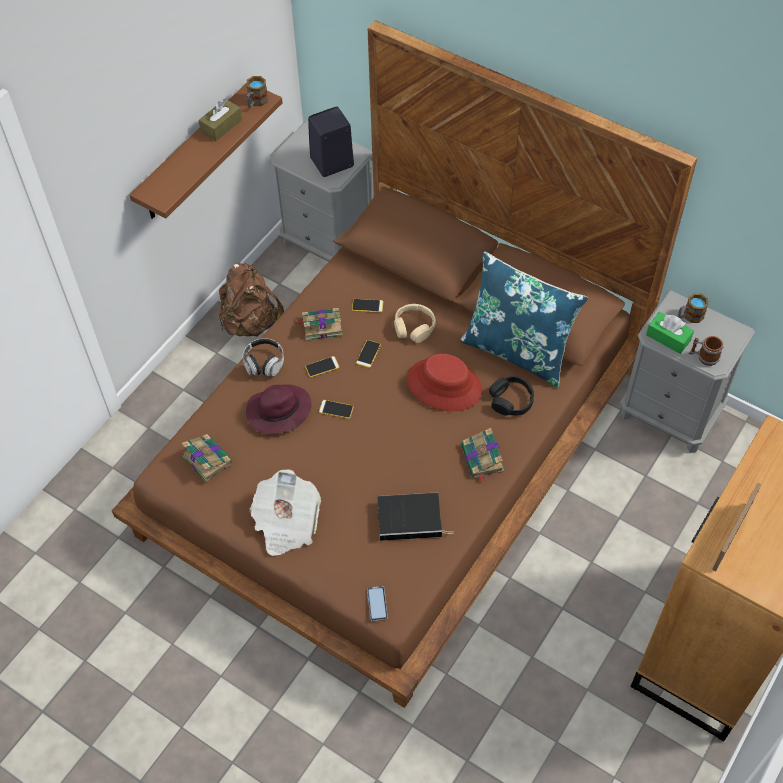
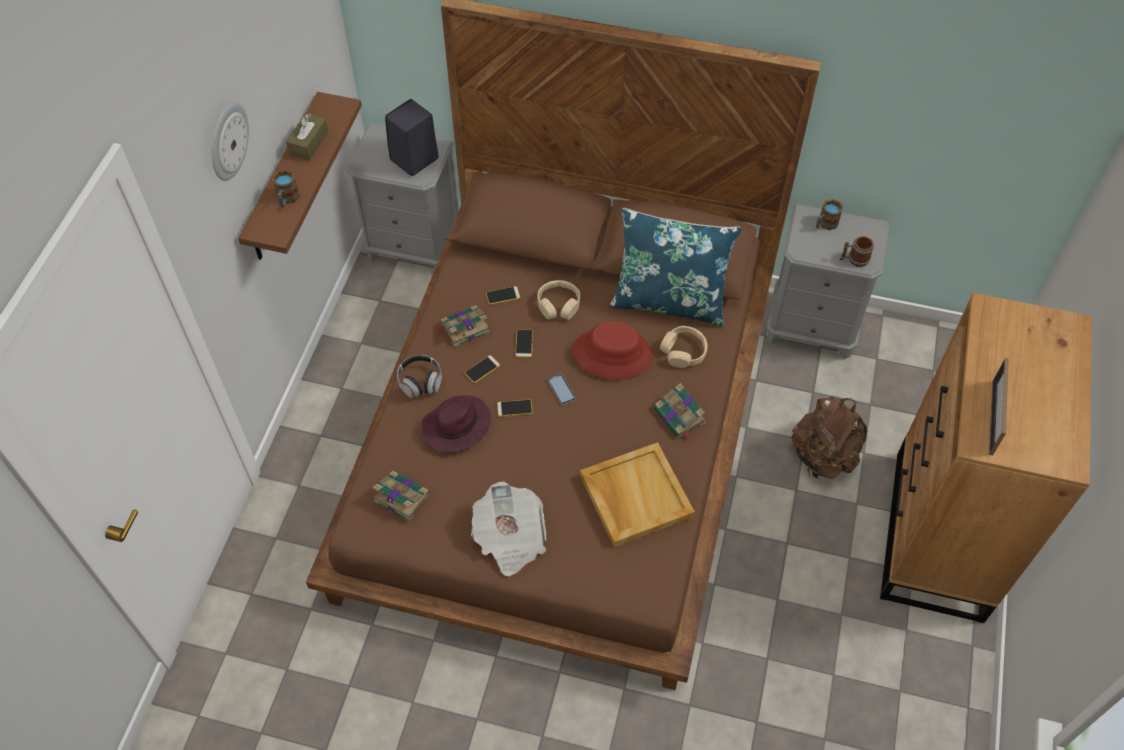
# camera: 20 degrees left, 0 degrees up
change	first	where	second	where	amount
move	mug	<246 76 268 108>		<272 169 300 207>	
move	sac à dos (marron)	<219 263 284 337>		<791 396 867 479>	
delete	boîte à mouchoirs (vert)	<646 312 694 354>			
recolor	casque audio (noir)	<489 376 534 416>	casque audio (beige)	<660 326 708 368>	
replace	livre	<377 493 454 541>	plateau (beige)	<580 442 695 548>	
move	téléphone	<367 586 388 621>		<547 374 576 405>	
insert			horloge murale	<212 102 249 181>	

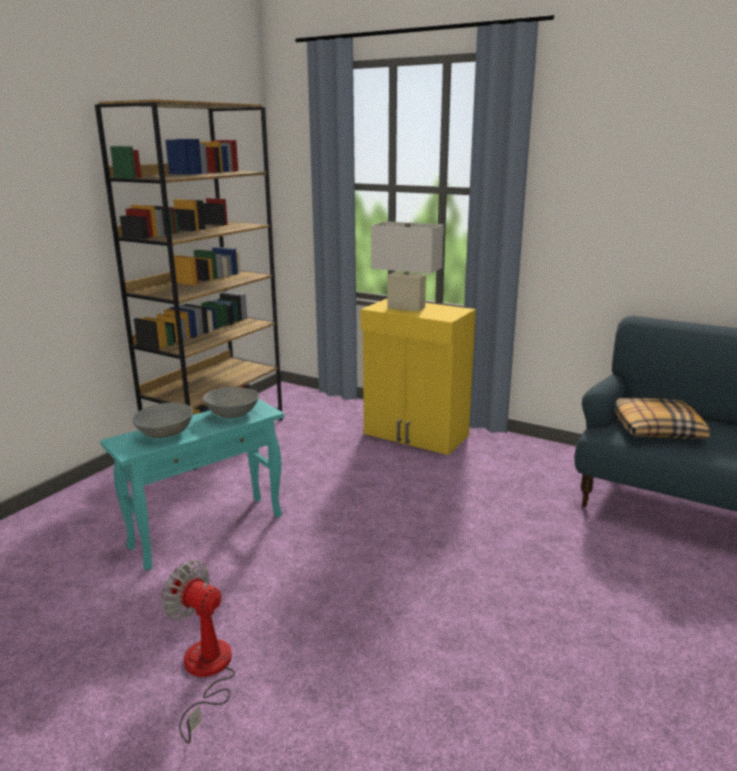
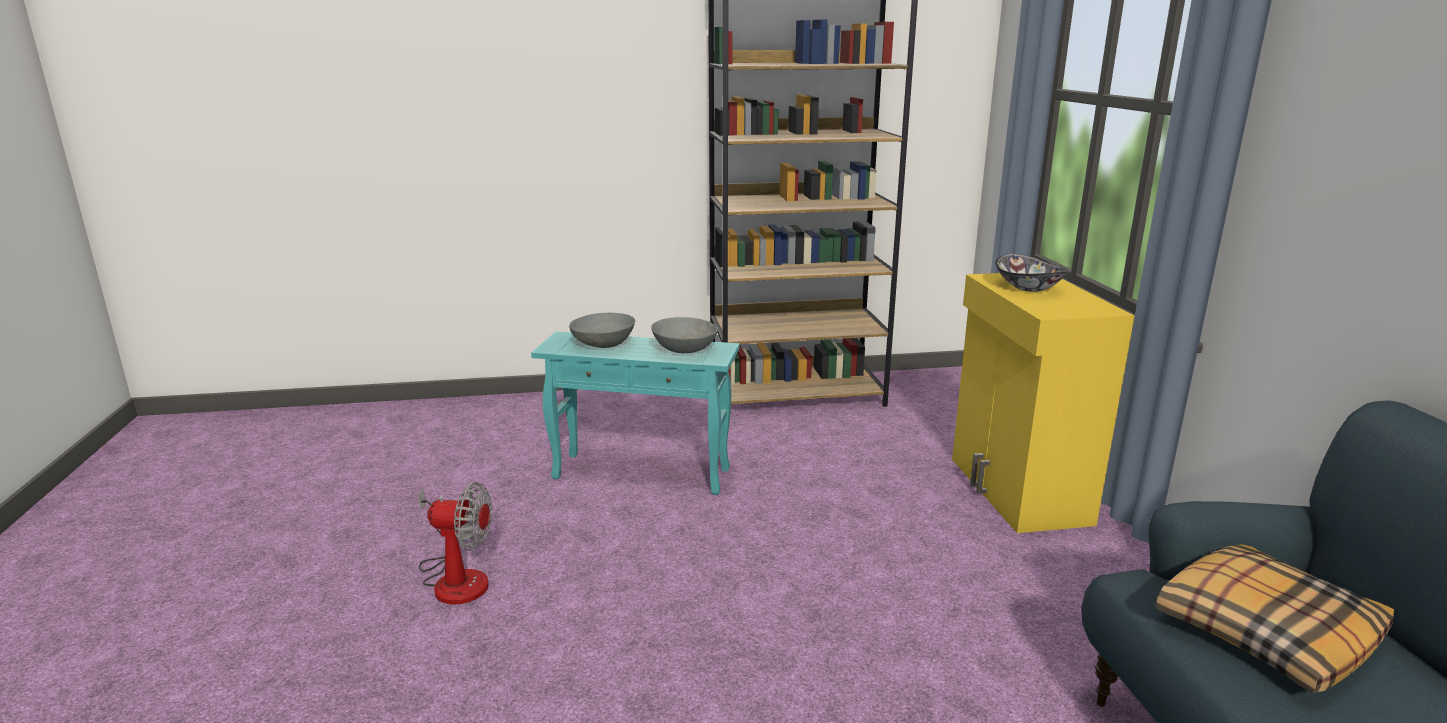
# camera: 50 degrees right, 0 degrees up
change	first	where	second	where	amount
replace	lampe de table (blanc)	<371 221 444 312>	bol	<995 254 1069 292>	
rotate	ventilateur	<161 560 235 744>		<418 482 492 605>	105 degrees clockwise

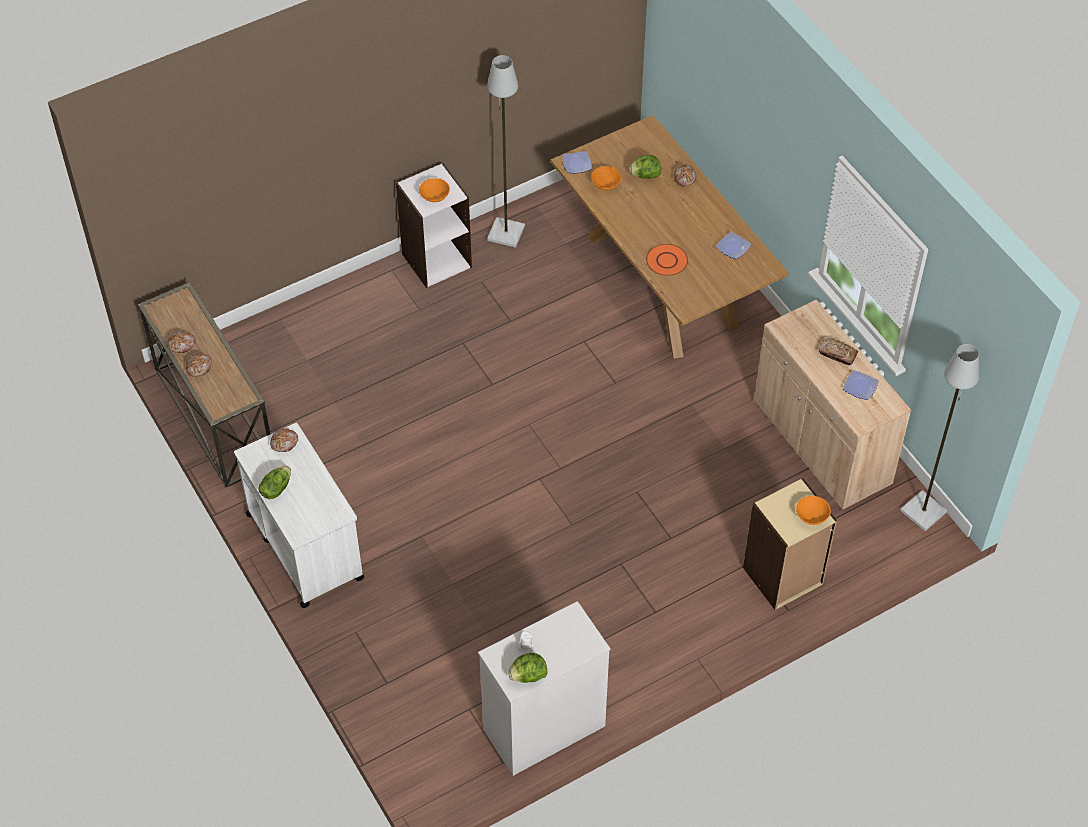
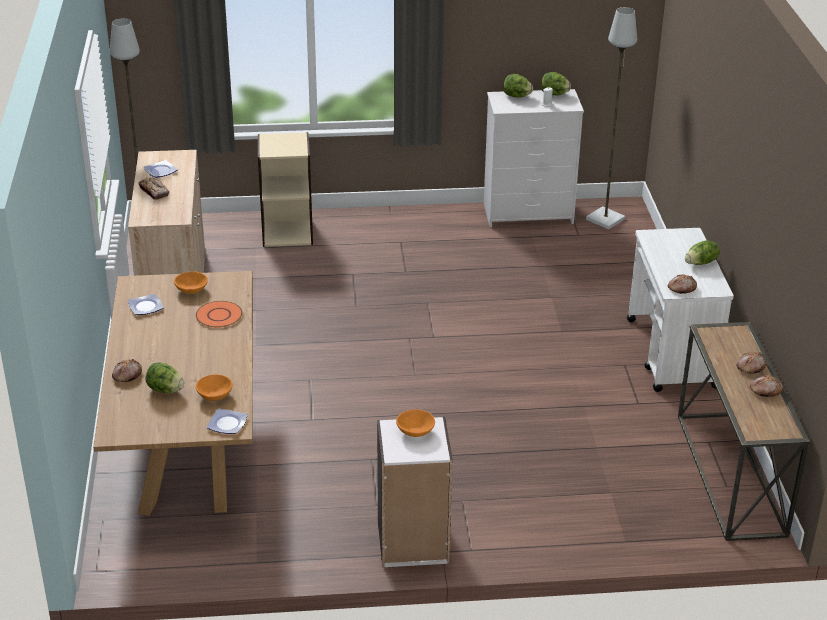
# camera: 155 degrees left, 20 degrees down
change	first	where	second	where	amount
move	lampadaire (gris)	<487 55 525 248>		<586 7 637 229>	
move	bol (orange)	<796 496 831 525>		<174 271 208 294>	
insert			laitue	<504 74 533 98>	

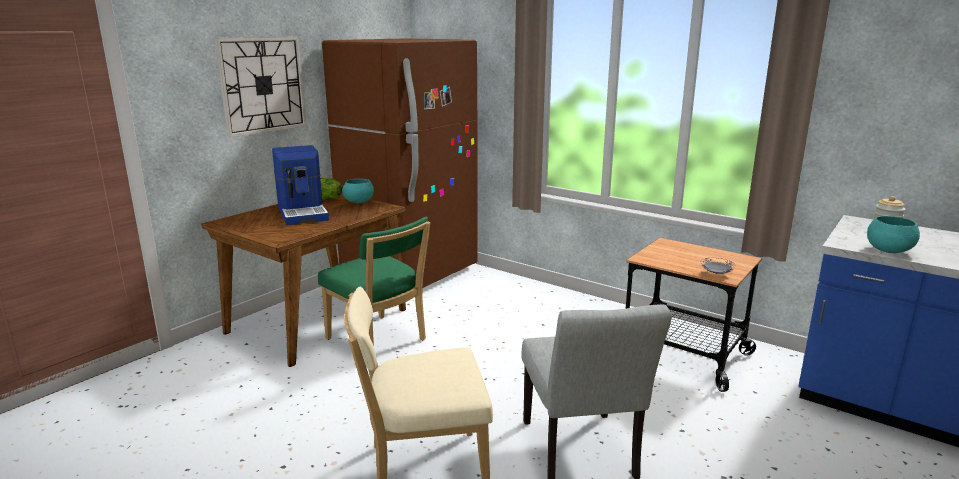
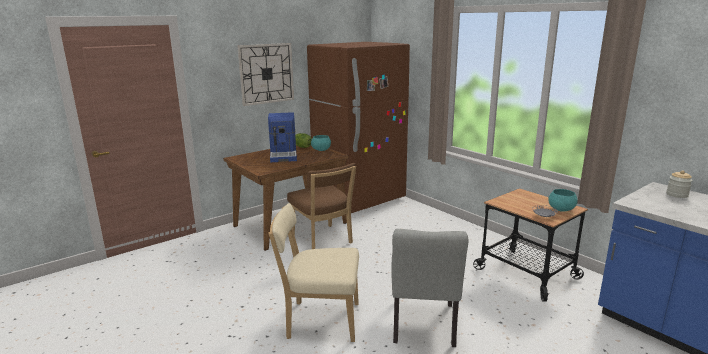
# camera: 15 degrees right, 0 degrees up
change	first	where	second	where	amount
move	bol (turquoise)	<867 216 920 253>		<548 189 578 212>	
recolor	chaise (vert)	<318 217 430 346>	chaise (marron)	<287 163 356 249>	

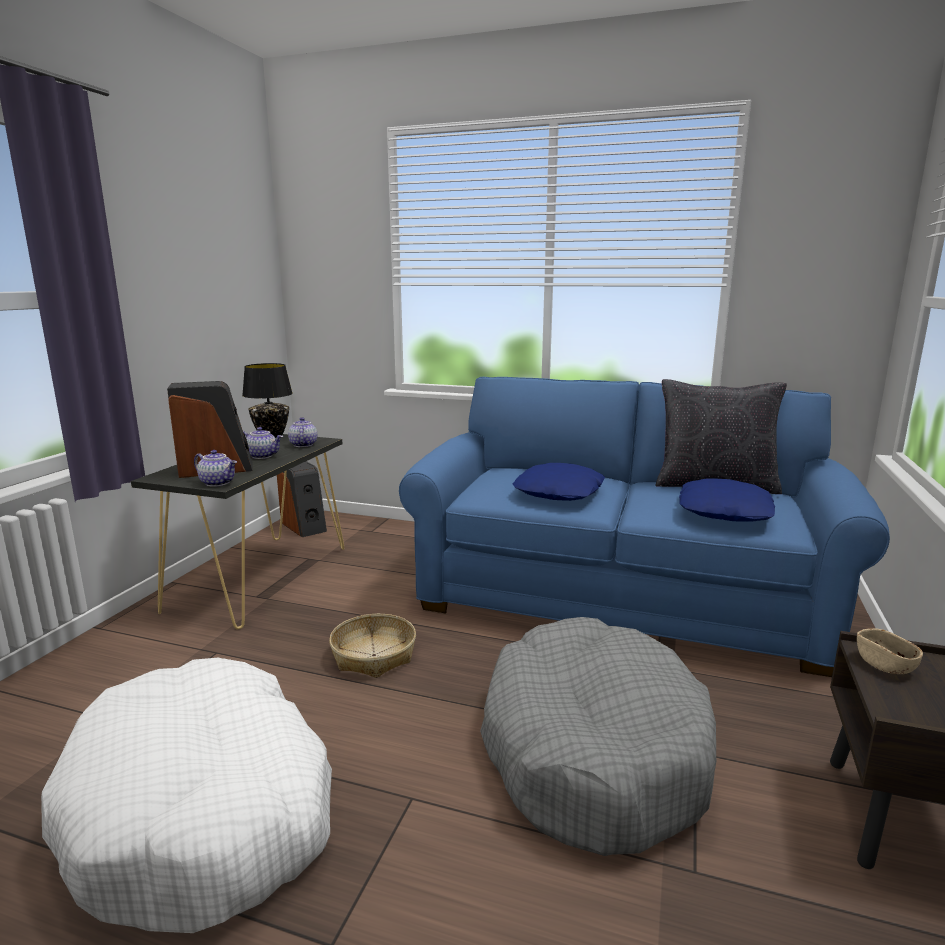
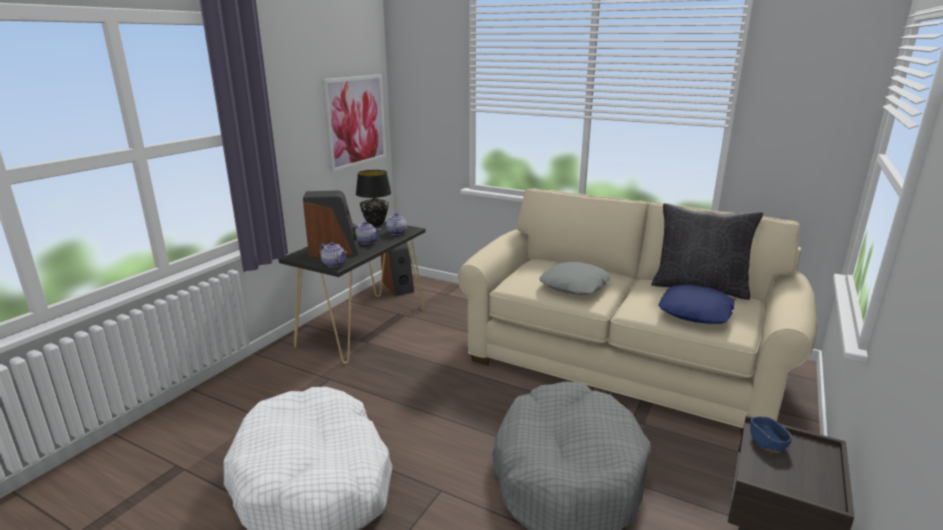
# camera: 10 degrees right, 5 degrees up
change	first	where	second	where	amount
recolor	canapé (bleu)	<399 377 890 677>	canapé (beige)	<458 189 817 437>	
recolor	coussin (bleu)	<513 463 605 501>	coussin (gris)	<539 262 611 295>	
delete	panier	<329 614 416 678>			
recolor	bol (beige)	<857 628 923 674>	bol (bleu)	<750 416 792 451>	
insert			tableau	<322 74 386 173>	

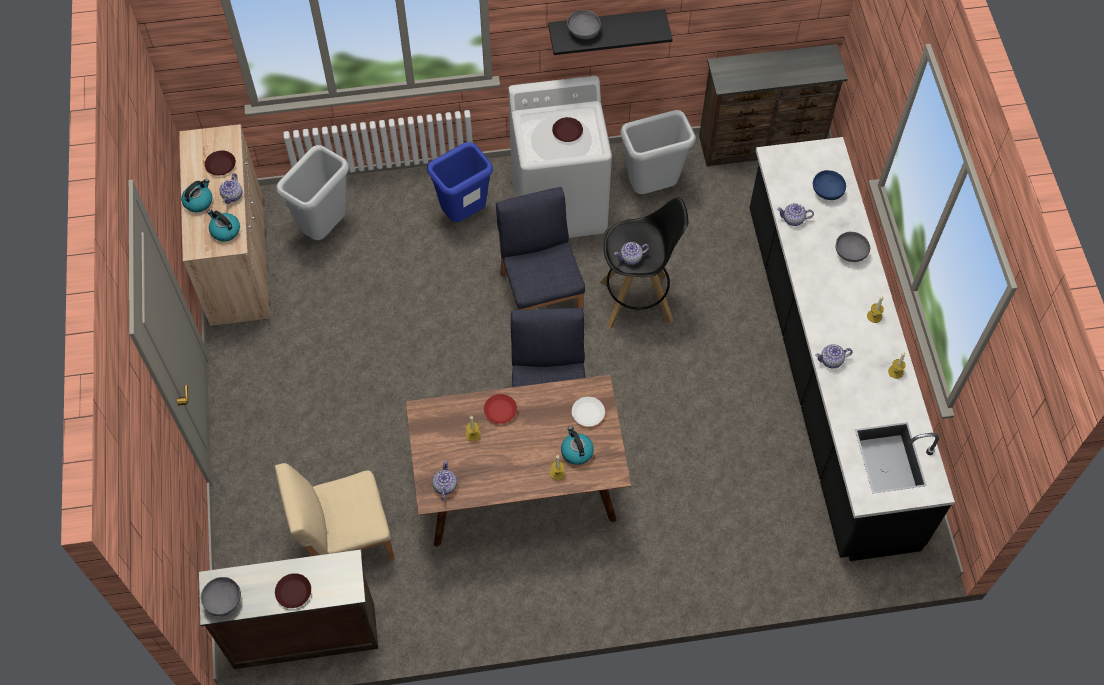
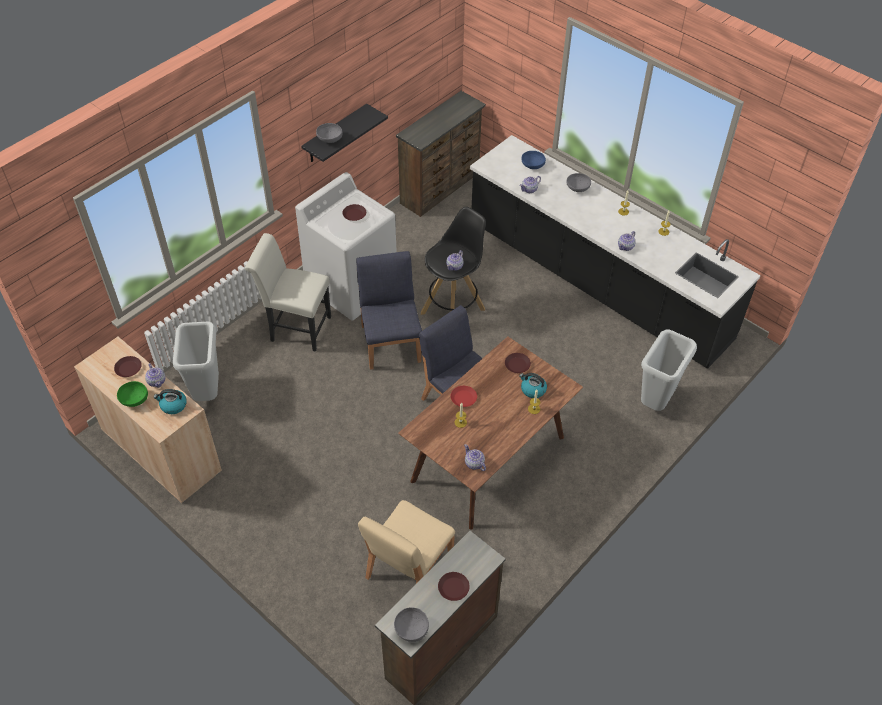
# camera: 40 degrees left, 10 degrees down
change	first	where	second	where	amount
move	poubelle (gris)	<620 110 696 194>		<641 329 697 411>	
replace	poubelle (bleu)	<427 142 493 222>	chaise (blanc)	<245 233 331 352>	
replace	bouilloire	<181 179 212 212>	bol (vert)	<117 381 148 407>	
rotate	chaise (bleu)	<496 187 585 310>		<356 251 422 370>	45 degrees clockwise
recolor	assiette (blanc)	<572 397 605 427>	assiette (marron)	<505 353 531 373>	

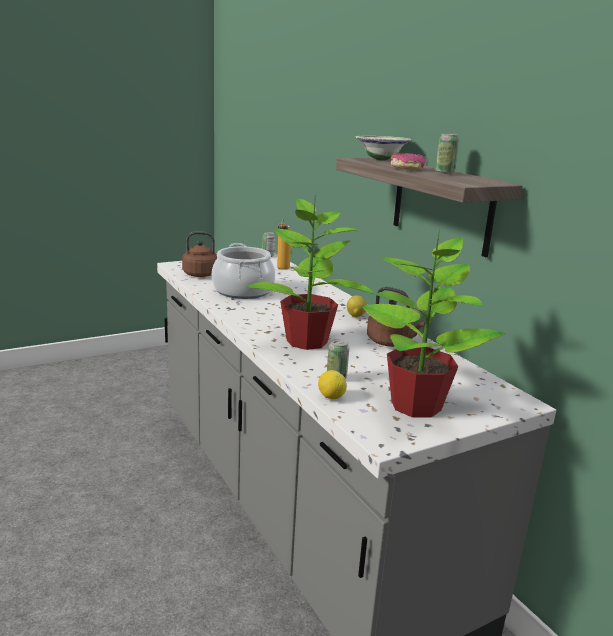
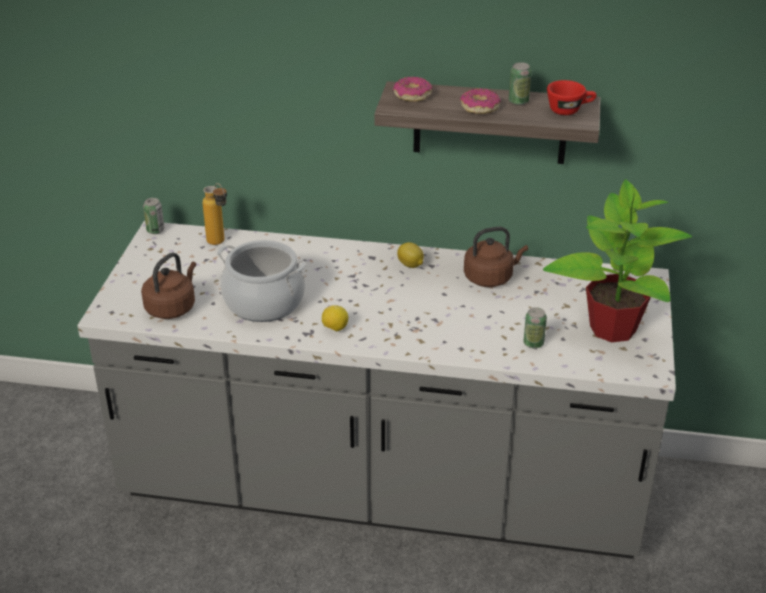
# camera: 50 degrees left, 15 degrees up
change	first	where	second	where	amount
replace	bol (blanc)	<355 136 412 161>	beignet	<393 77 433 102>	
delete	plante en pot	<246 198 374 350>			
move	citron	<318 370 347 399>		<322 305 348 331>	
insert			tasse (rouge)	<547 80 597 115>	

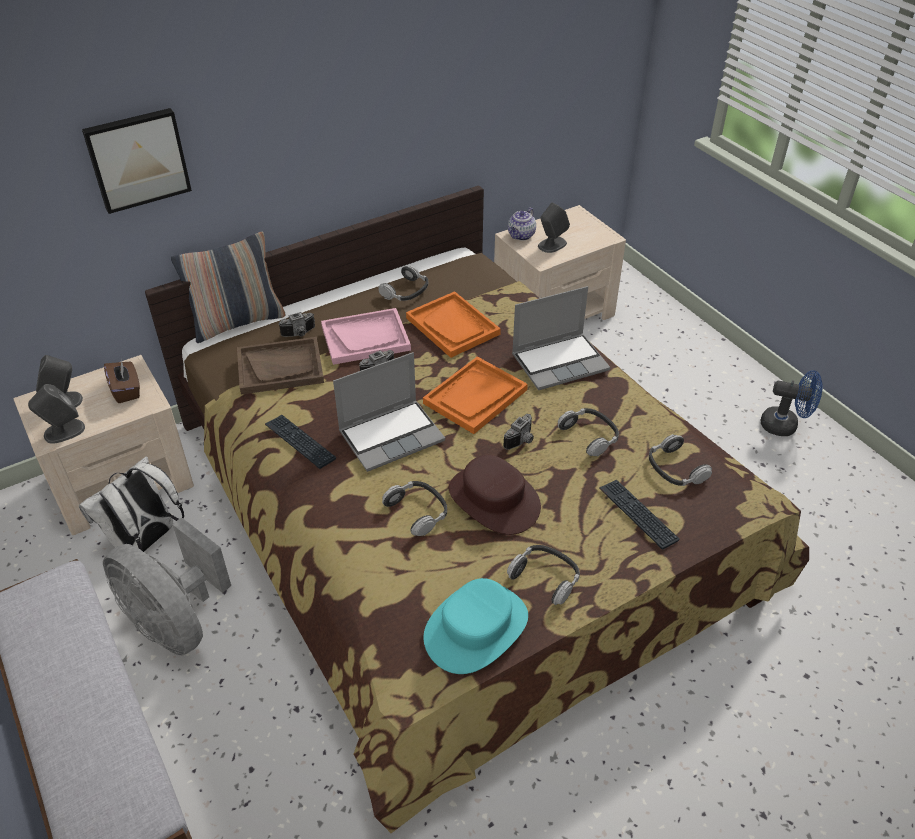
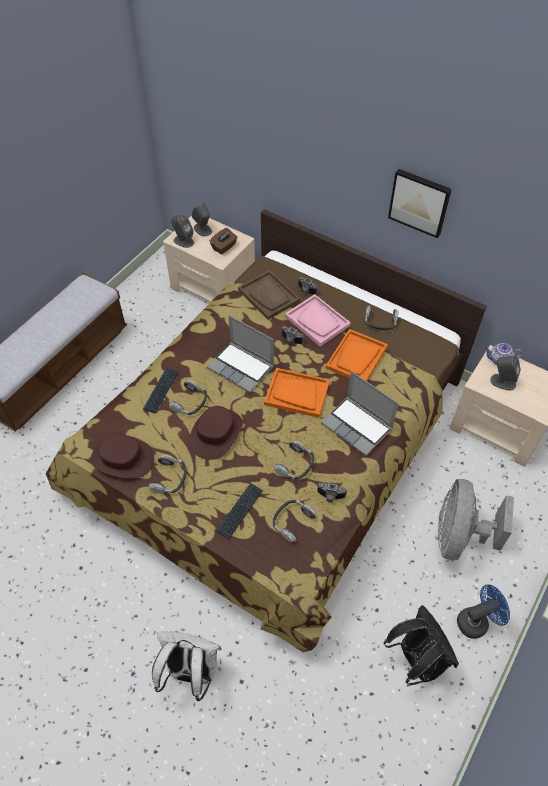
# camera: 65 degrees right, 10 degrees up
change	first	where	second	where	amount
move	tableau	<82 108 192 214>		<388 169 452 238>	
delete	coussin	<171 232 285 343>			
rotate	ventilateur (bleu)	<761 370 823 436>		<457 584 510 639>	105 degrees counterclockwise
move	appareil photo	<503 414 534 450>		<317 483 347 502>	
move	clavier	<265 415 336 469>		<143 367 179 414>	
move	sac à dos (blanc)	<79 456 184 552>		<152 632 222 701>	
move	ventilateur (gris)	<103 517 231 656>		<438 479 514 560>	
recolor	chapeau (turquoise)	<424 578 528 674>	chapeau (marron)	<91 433 154 479>	
insert			sac à dos (noir)	<384 605 459 685>	

